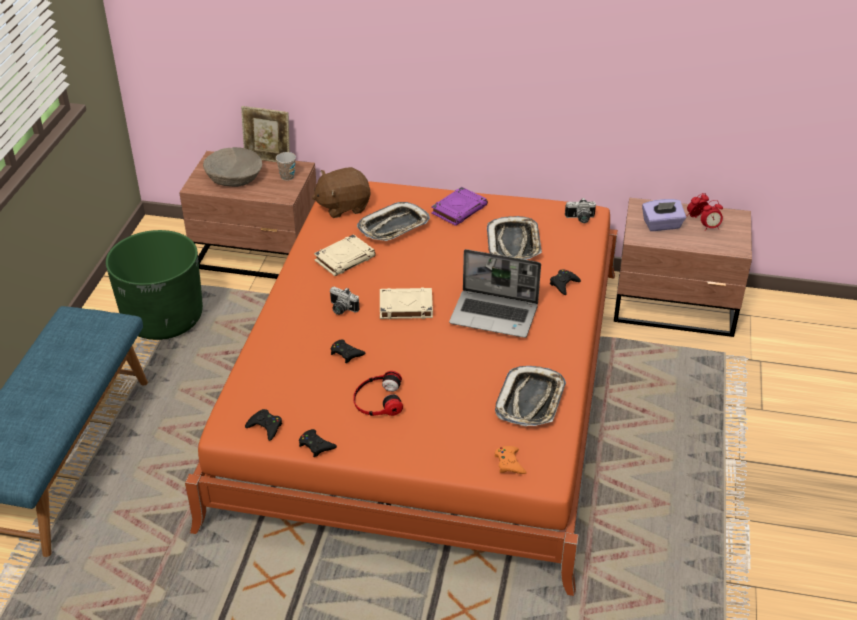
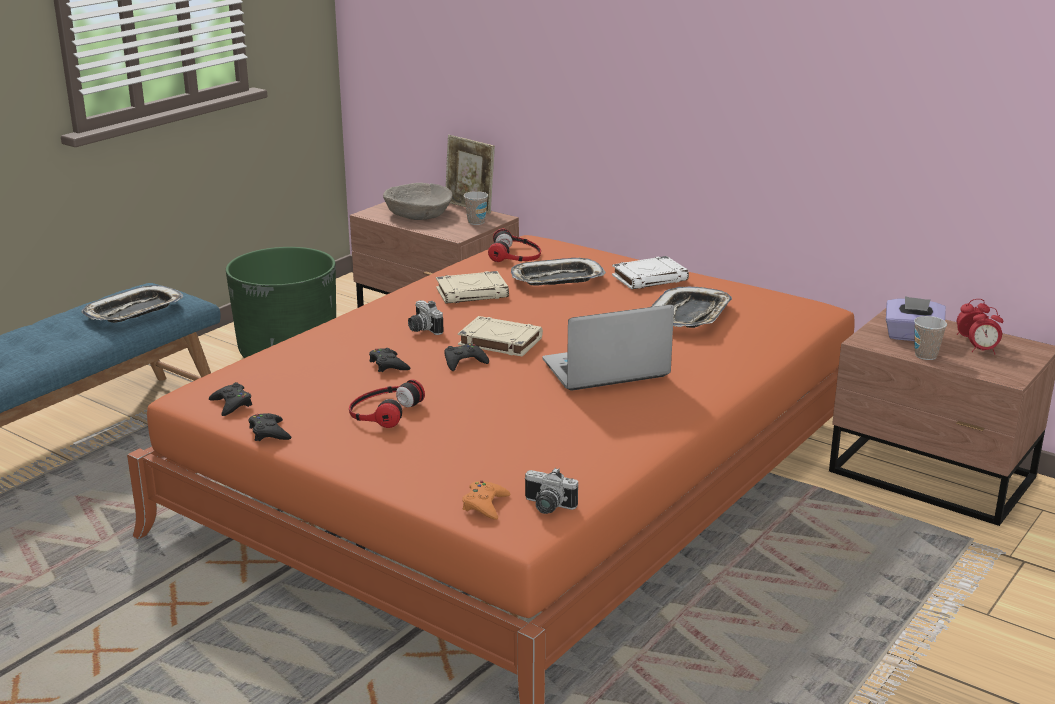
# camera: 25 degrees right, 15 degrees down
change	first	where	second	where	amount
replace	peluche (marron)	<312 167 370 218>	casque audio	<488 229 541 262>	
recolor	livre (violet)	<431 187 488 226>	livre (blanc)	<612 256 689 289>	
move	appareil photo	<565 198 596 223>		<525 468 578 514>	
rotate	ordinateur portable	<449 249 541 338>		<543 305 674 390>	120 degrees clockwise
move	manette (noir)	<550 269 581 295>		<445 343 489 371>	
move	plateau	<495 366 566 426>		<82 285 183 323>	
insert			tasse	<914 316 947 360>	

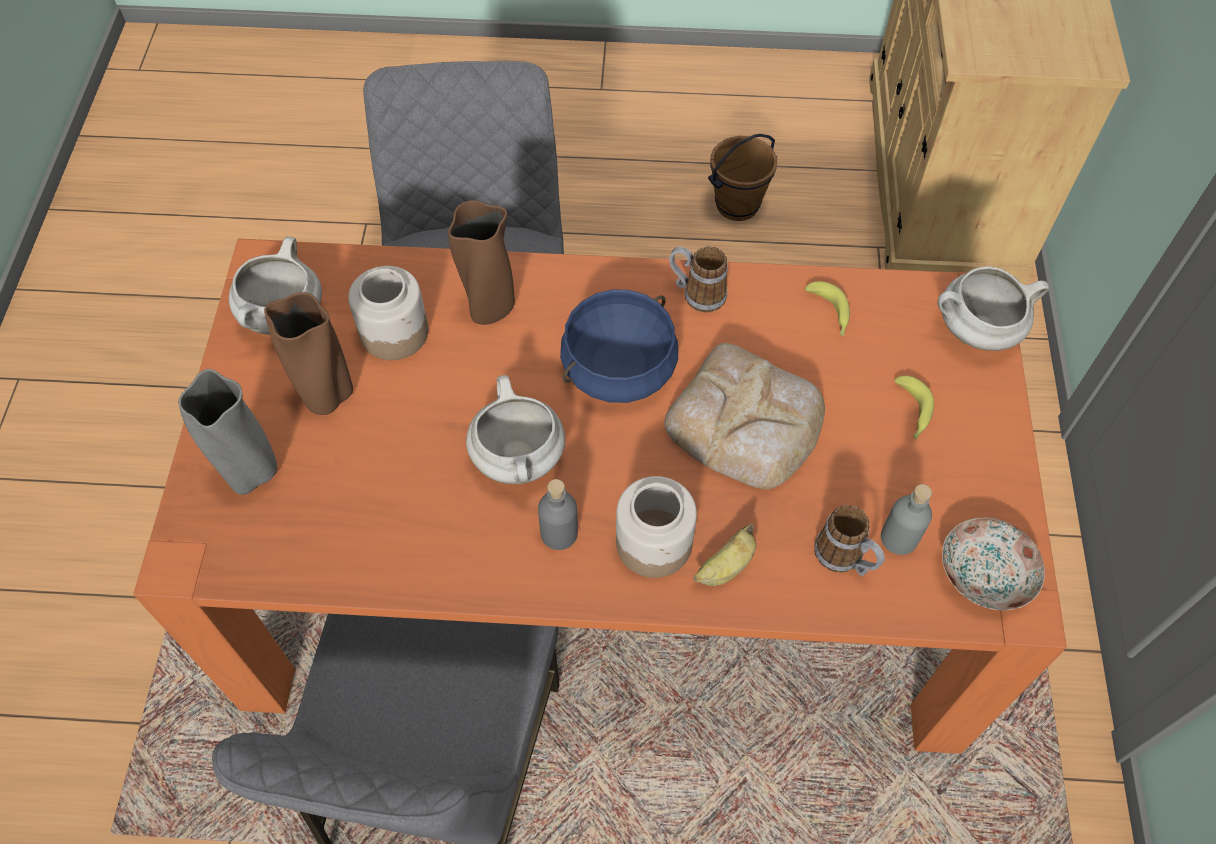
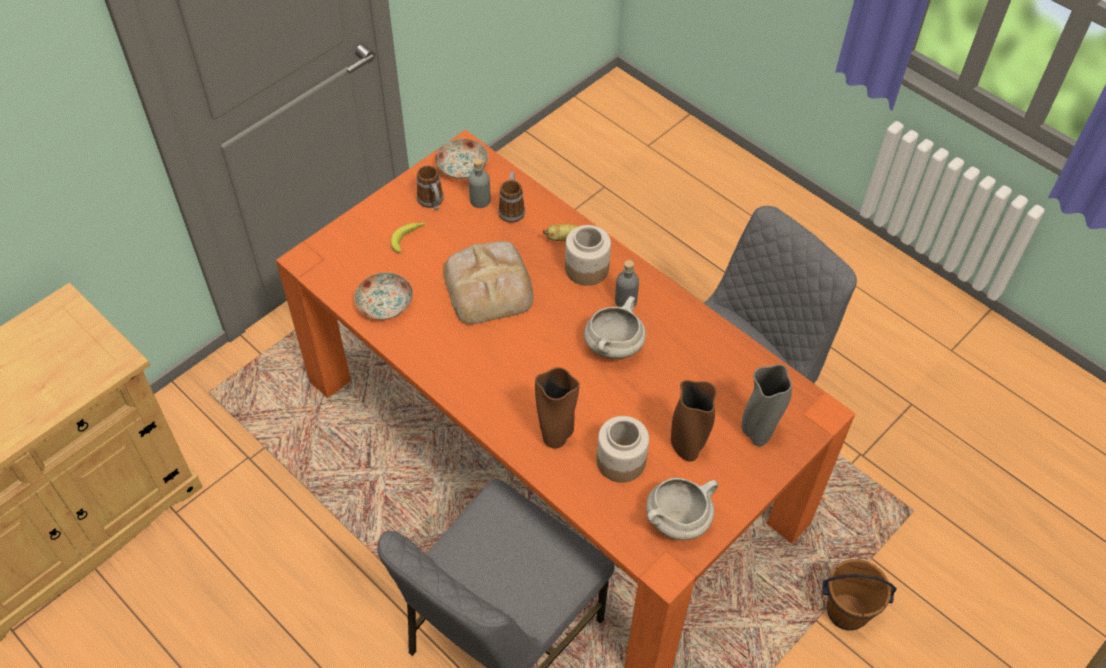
# camera: 140 degrees left, 5 degrees down
change	first	where	second	where	amount
move	seau (marron)	<708 134 777 221>		<822 559 897 631>	
move	mug	<669 246 728 312>		<417 165 444 210>	
delete	marmite (blanc)	<938 266 1049 351>			
replace	banane	<805 281 850 336>	assiette	<354 272 413 320>	
delete	marmite (bleu)	<560 289 678 403>			

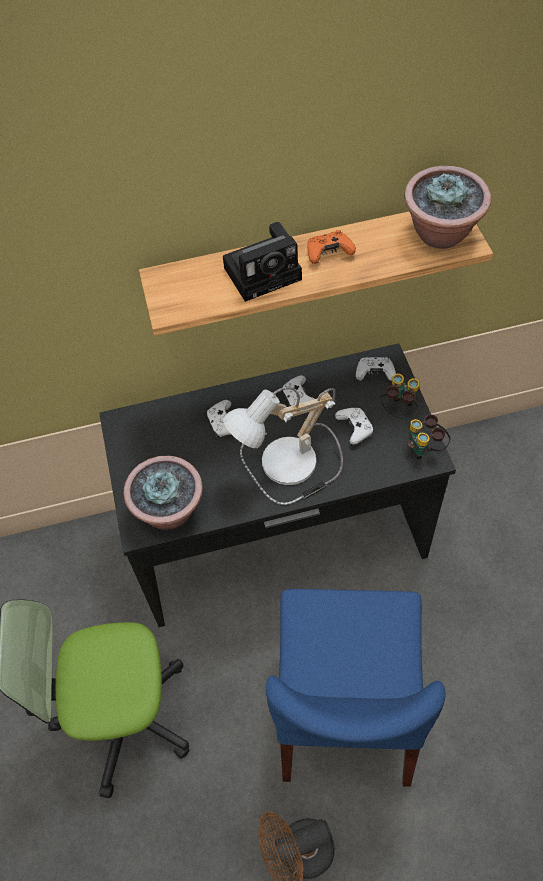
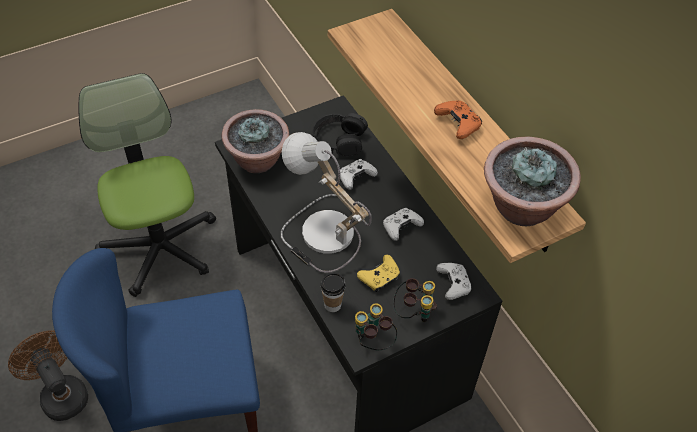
# camera: 70 degrees right, 5 degrees down
change	first	where	second	where	amount
delete	appareil photo	<223 222 302 302>			
recolor	manette (blanc)	<335 408 374 444>	manette (jaune)	<357 254 400 292>	
insert			casque audio (noir)	<313 113 368 156>	
insert			tasse	<321 273 346 312>	

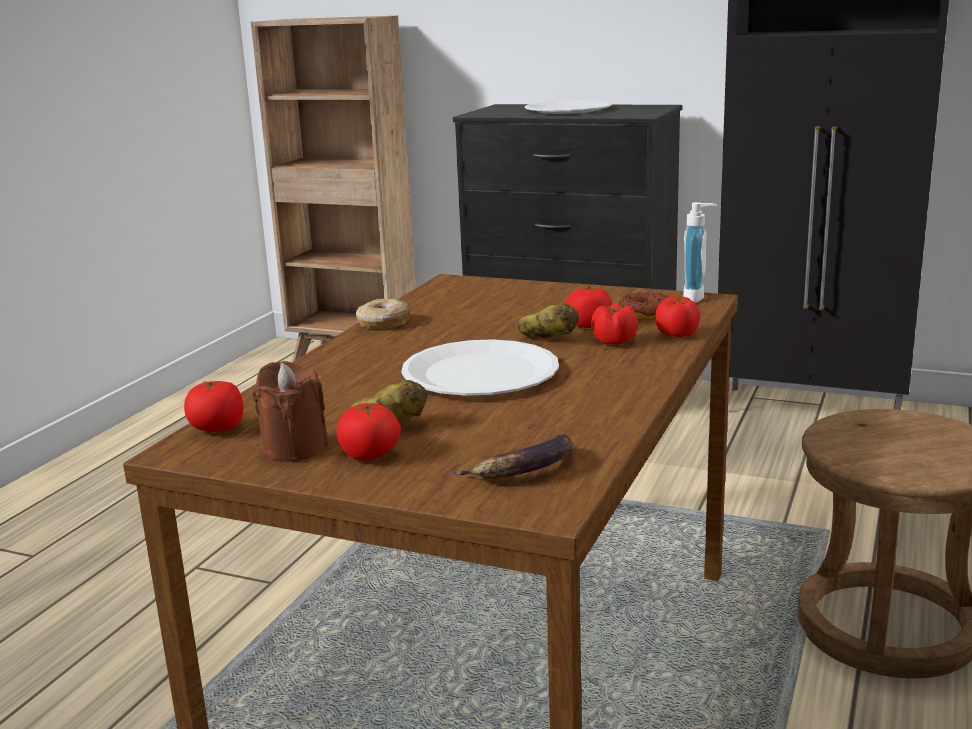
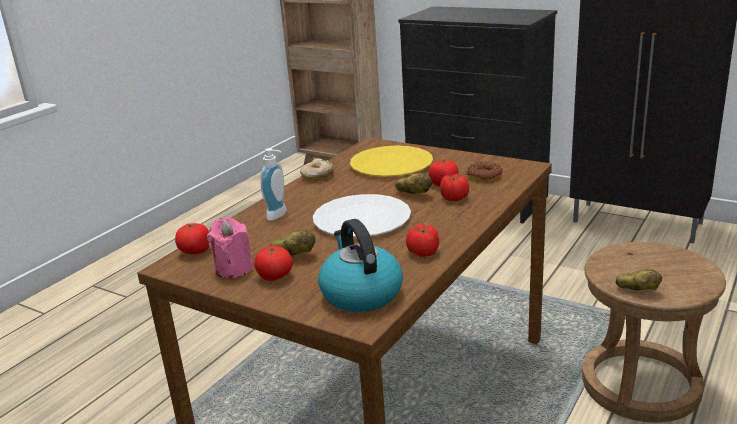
# camera: 10 degrees right, 5 degrees up
change	first	where	second	where	amount
delete	assiette (blanc)	<525 100 612 114>			
move	distributeur de savon	<683 202 717 303>		<260 148 287 221>	
move	tomate	<655 296 700 337>		<406 224 439 257>	
recolor	bougie (marron)	<252 361 329 462>	bougie (rose)	<207 217 254 278>	
replace	banane	<453 434 574 478>	bouilloire	<318 219 403 312>	
insert			assiette (jaune)	<350 146 433 177>	
insert			pomme de terre	<616 269 662 290>	

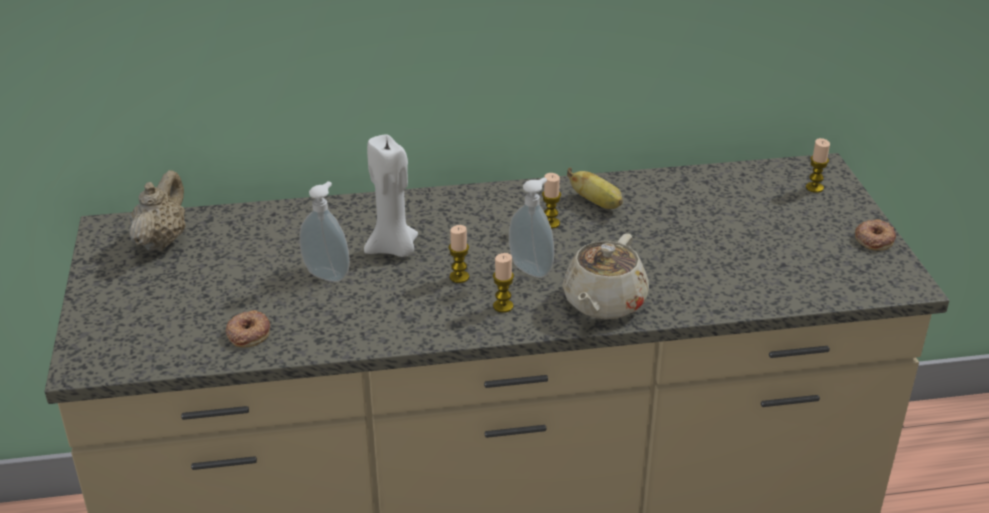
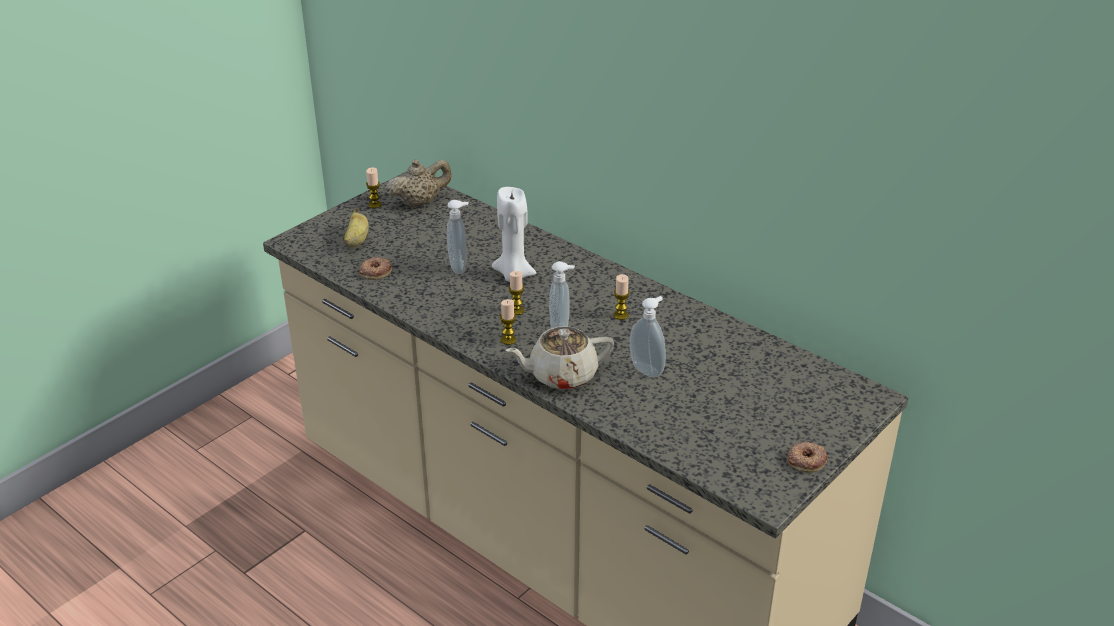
# camera: 50 degrees right, 0 degrees up
change	first	where	second	where	amount
move	bougie	<806 138 830 193>		<366 167 382 208>	
move	banane	<567 168 623 209>		<344 208 369 247>	
insert			distributeur de savon	<630 296 666 378>	

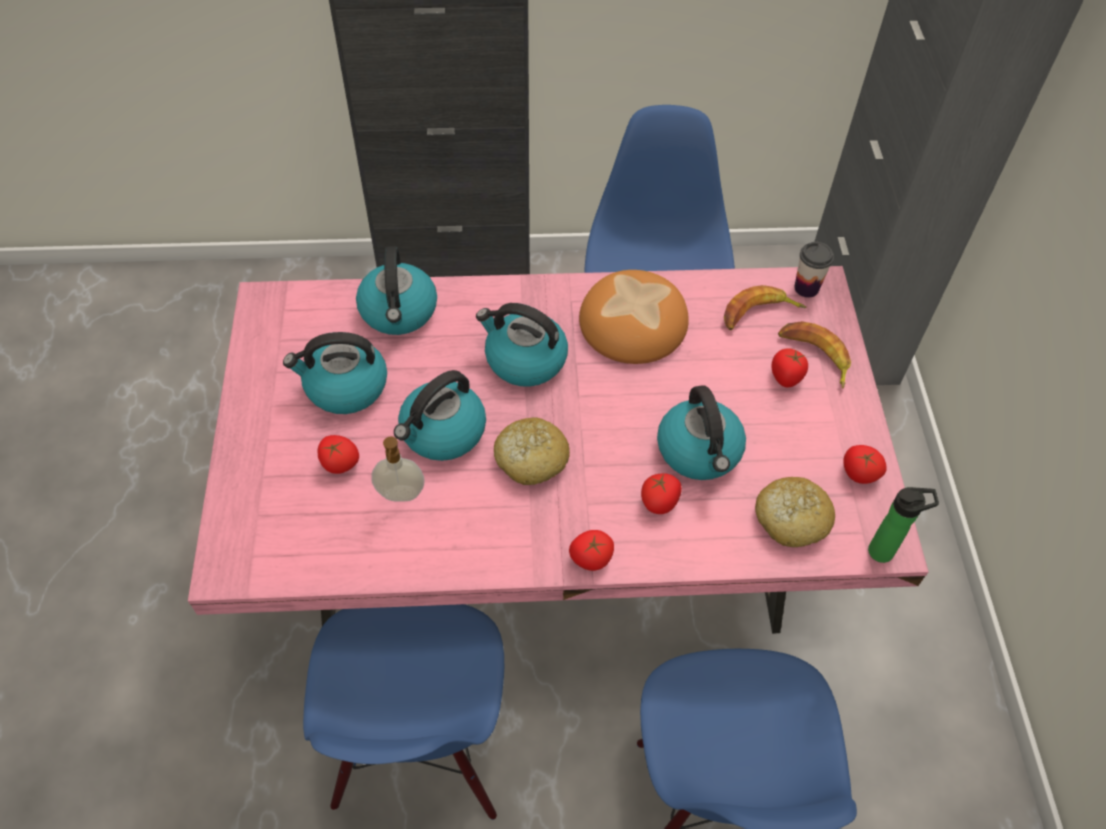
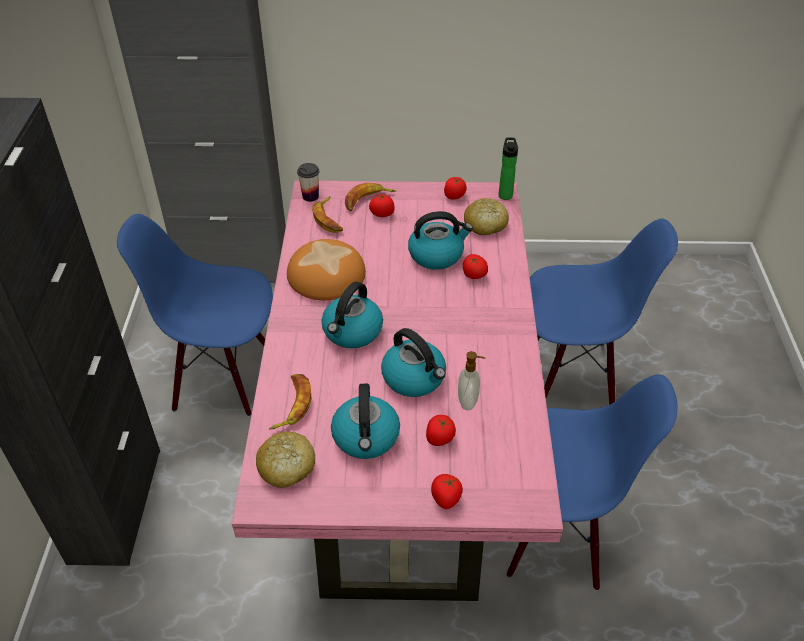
# camera: 85 degrees left, 10 degrees down
change	first	where	second	where	amount
replace	bouilloire	<356 246 437 335>	banane	<269 374 311 430>	
move	pain	<494 418 570 485>		<256 432 315 488>	
move	tomate	<569 530 614 571>		<431 474 463 509>	

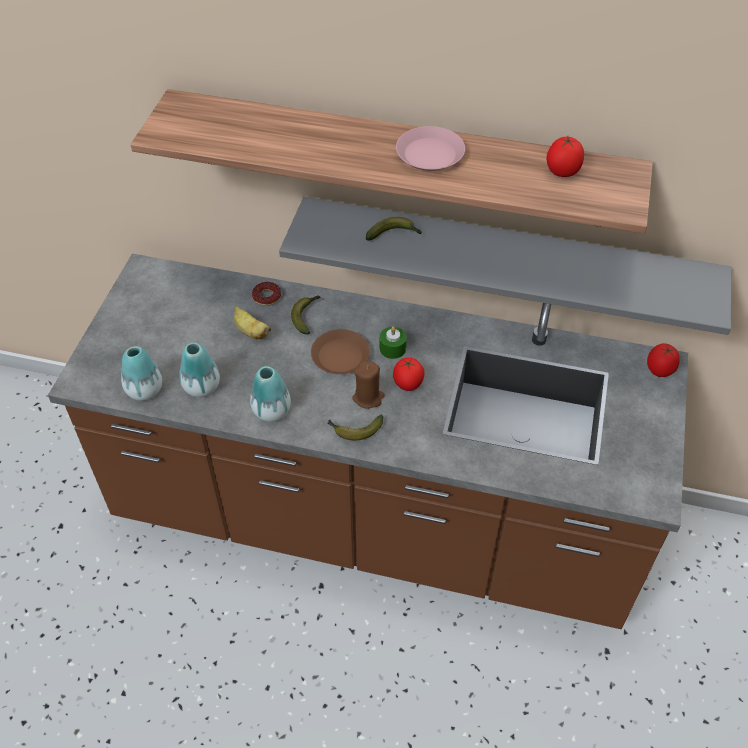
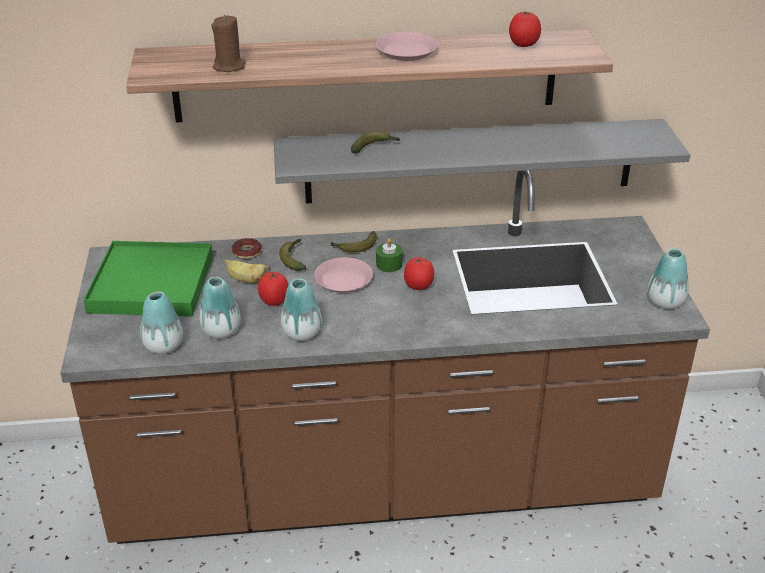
# camera: 20 degrees left, 15 degrees down
change	first	where	second	where	amount
recolor	assiette (marron)	<311 329 370 374>	assiette (rose)	<314 257 373 293>	
move	tomate	<647 343 679 377>		<258 272 288 306>	
move	bougie (marron)	<352 361 385 409>		<211 15 246 72>	
move	banane	<327 415 383 440>		<330 231 377 253>	
insert			plateau (vert)	<83 241 213 317>	
insert			vase	<648 248 689 309>	

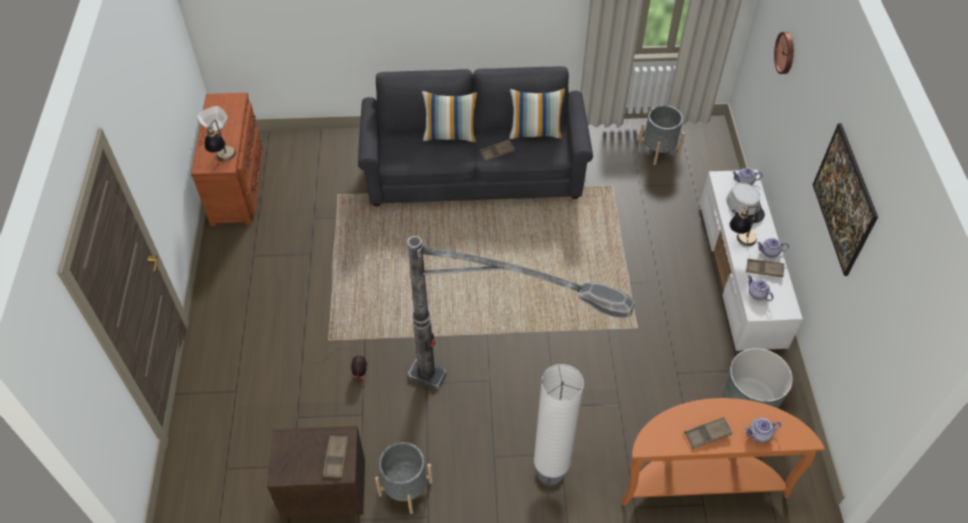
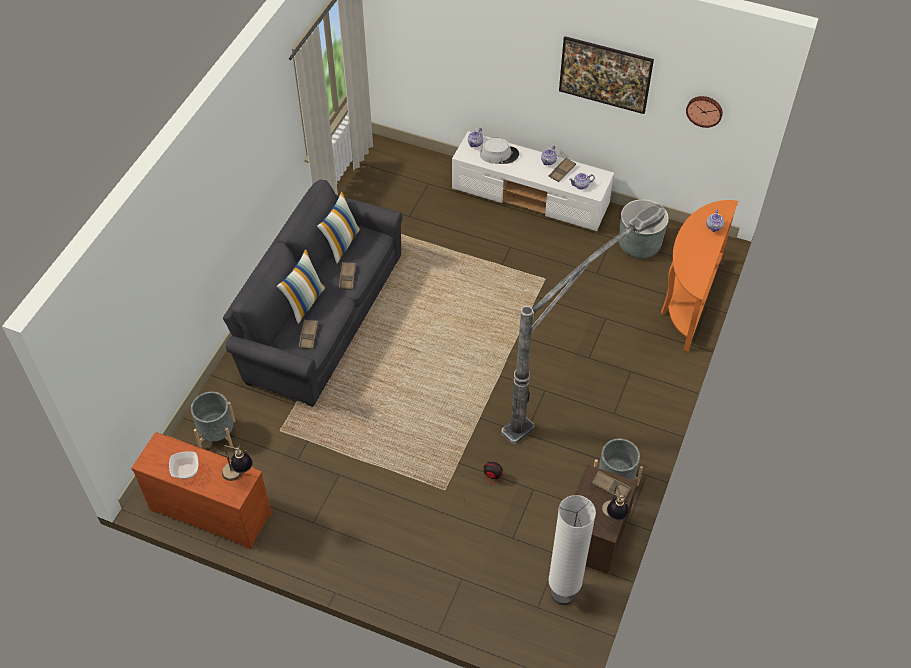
# camera: 65 degrees left, 0 degrees up
change	first	where	second	where	amount
move	horloge murale	<774 32 794 74>		<686 96 723 128>	
move	cache-pot (gris)	<638 105 685 165>		<191 392 235 448>	
move	lampe de table	<729 206 758 246>		<601 484 629 520>	
move	lampadaire (blanc)	<534 364 584 487>		<548 495 596 605>	
move	plateau (marron)	<684 417 733 449>		<298 319 318 349>	

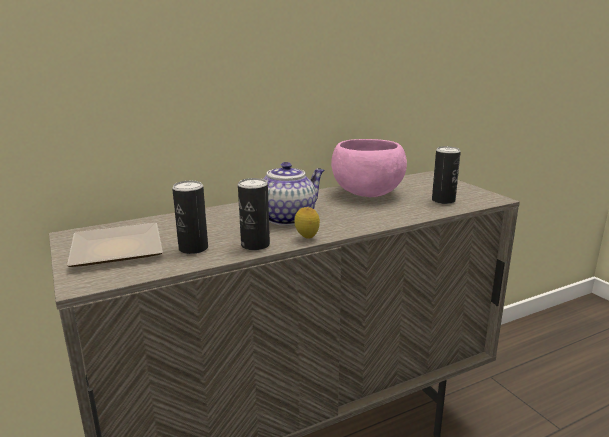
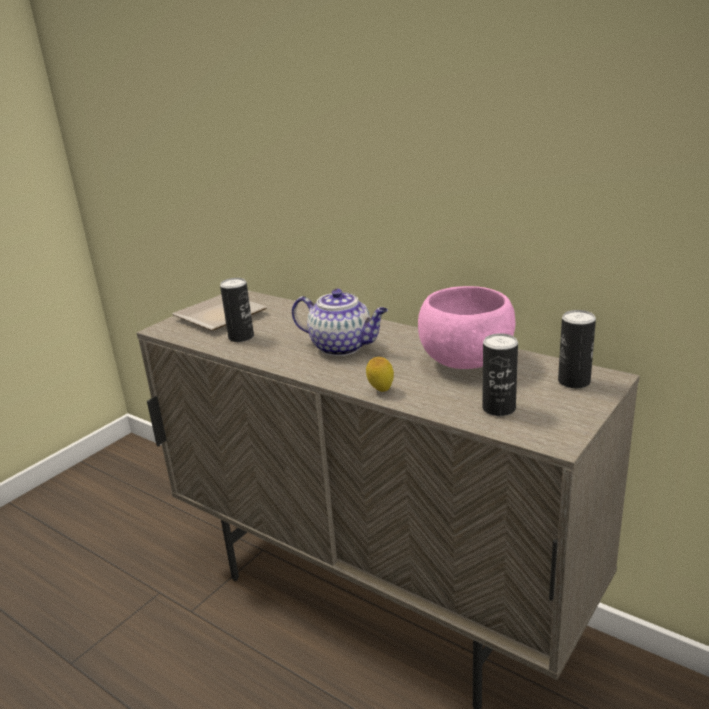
# camera: 65 degrees right, 5 degrees up
change	first	where	second	where	amount
move	boîte métallique	<238 178 270 251>		<558 310 596 388>	
move	citron	<294 207 320 239>		<366 357 394 392>	

